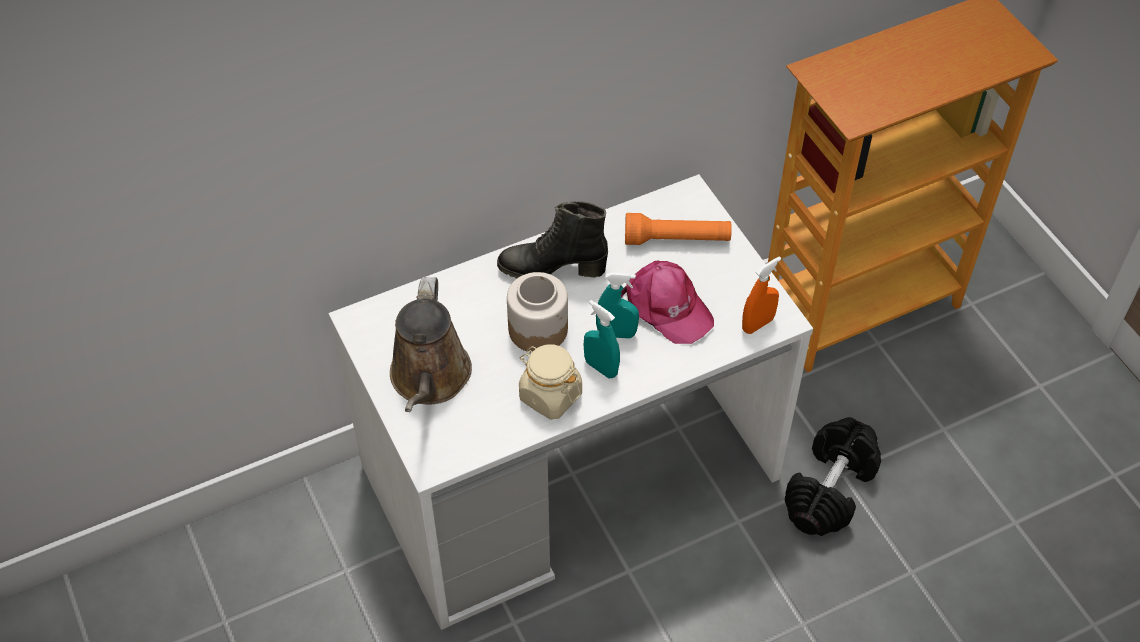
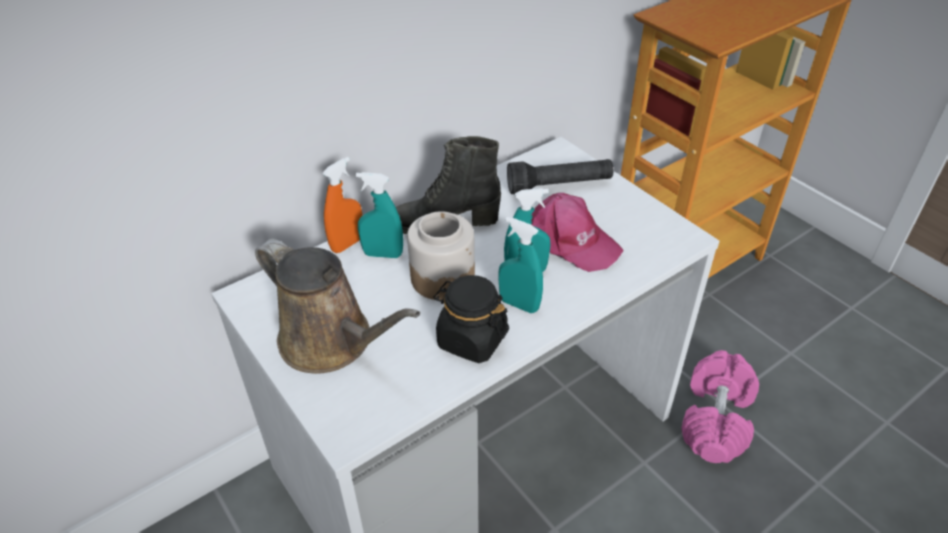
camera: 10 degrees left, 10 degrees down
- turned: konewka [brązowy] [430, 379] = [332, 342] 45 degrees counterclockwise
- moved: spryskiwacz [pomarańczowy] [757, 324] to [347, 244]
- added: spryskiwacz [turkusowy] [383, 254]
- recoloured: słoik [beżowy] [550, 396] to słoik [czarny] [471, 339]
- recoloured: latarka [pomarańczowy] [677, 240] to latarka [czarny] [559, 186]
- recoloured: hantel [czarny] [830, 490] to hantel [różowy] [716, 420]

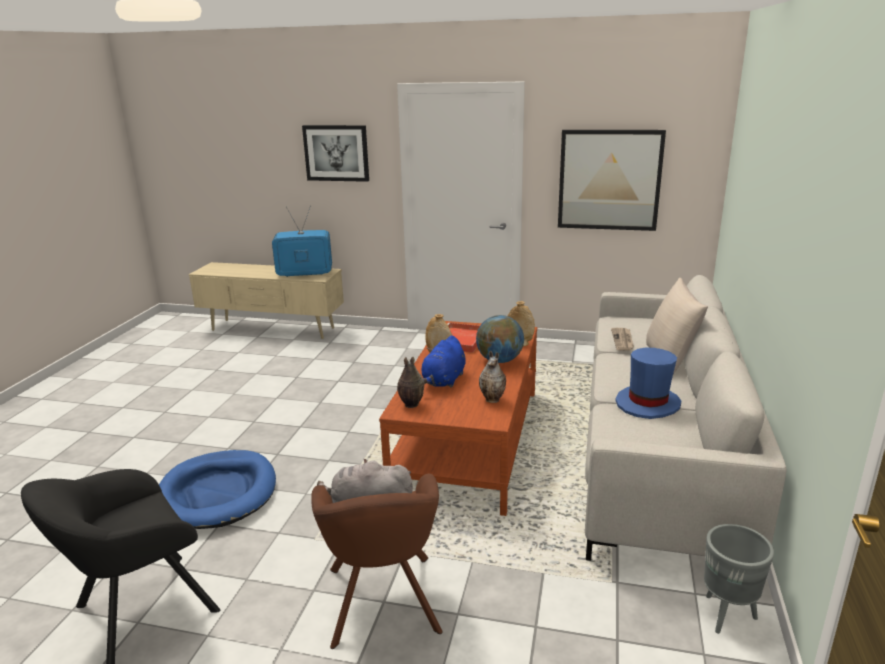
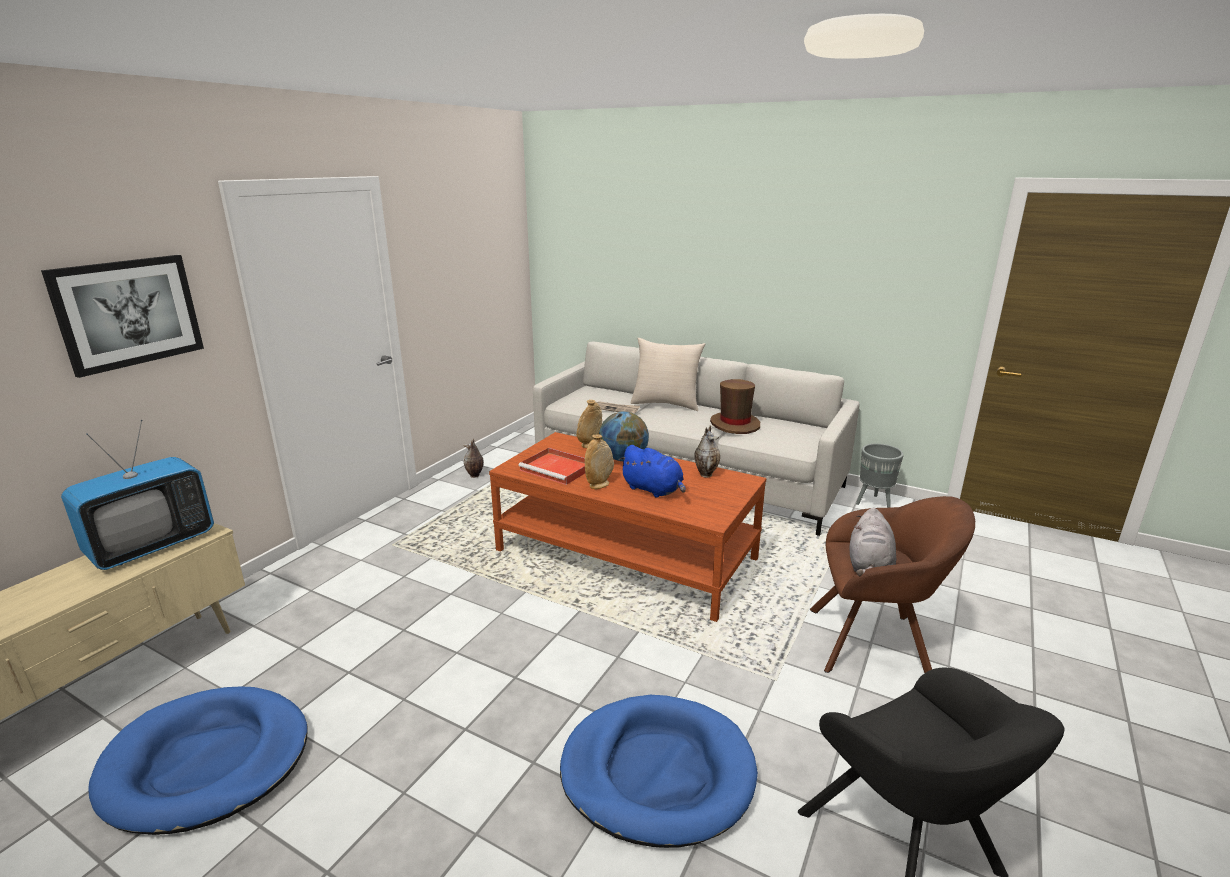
camera: 75 degrees left, 0 degrees up
- turned: telewizor [304, 273] = [152, 545] 150 degrees counterclockwise
- added: legowisko [niebieski] [207, 762]
- moved: wazon [411, 405] to [474, 475]
- recoloured: kapelusz [niebieski] [648, 404] to kapelusz [brązowy] [735, 424]
- removed: obraz [609, 180]

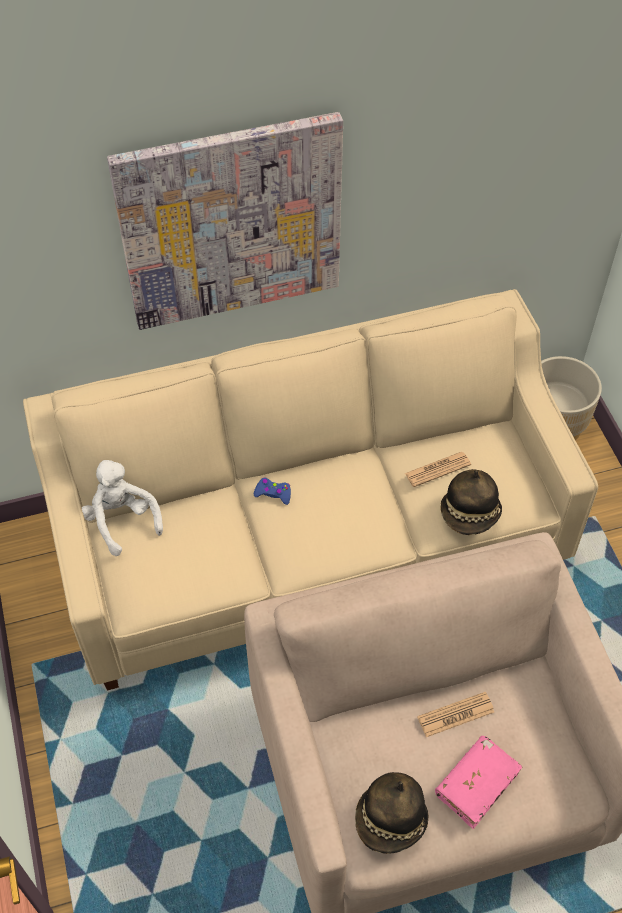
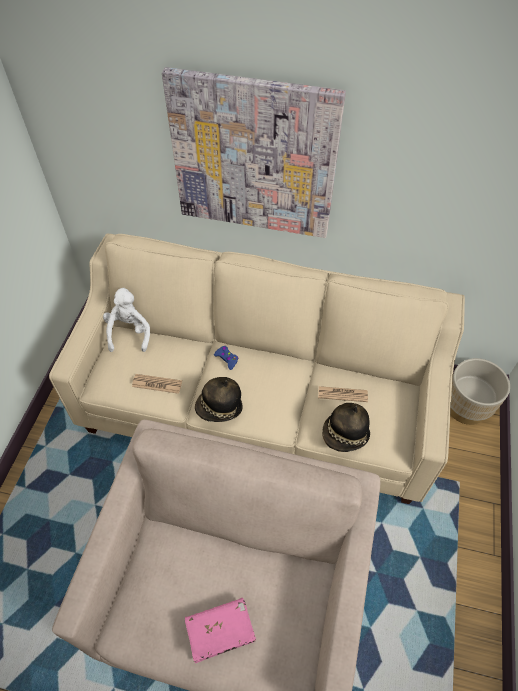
camera: 30 degrees right, 0 degrees up
- moved: gazeta [455, 715] to [157, 384]
- moved: kapelusz [391, 821] to [219, 408]

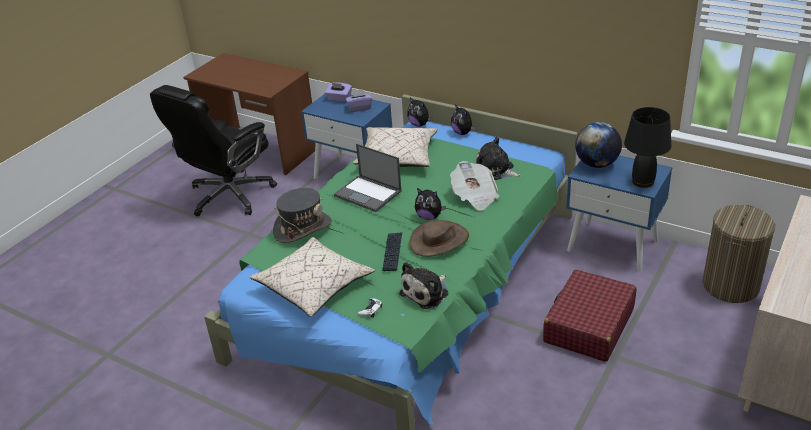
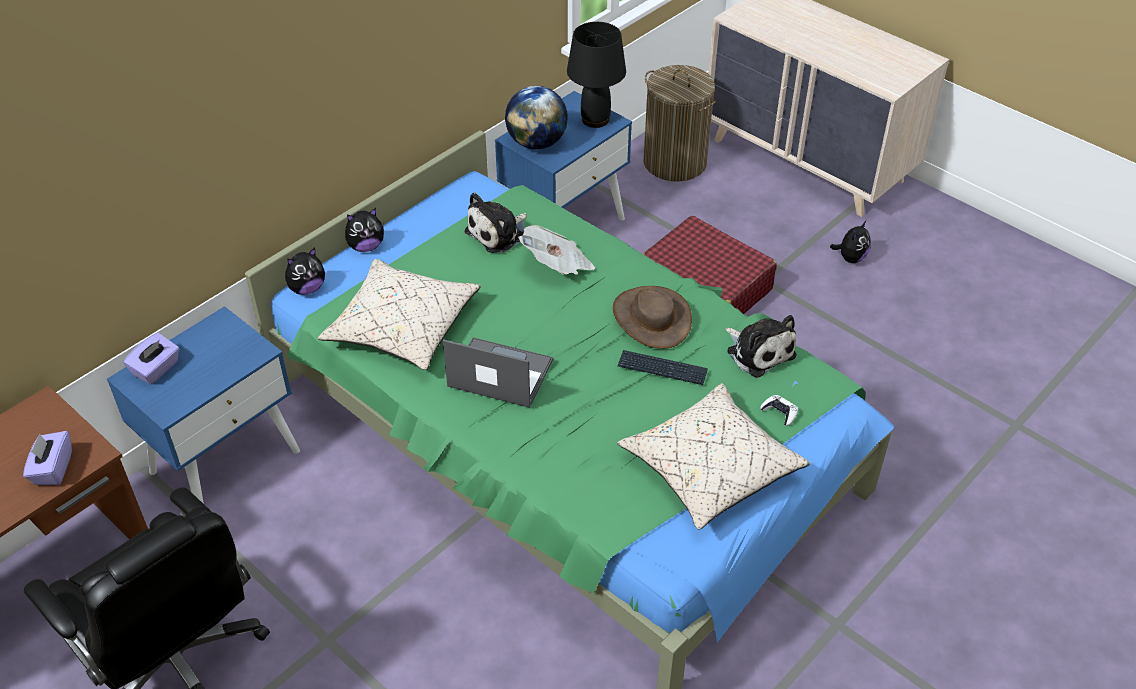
camera: 80 degrees left, 10 degrees up
- moved: pudełko chusteczek [fioletowy] [359, 108] to [53, 469]
- turned: laptop [368, 193] = [499, 373] 120 degrees counterclockwise
- moved: pluszak [429, 217] to [850, 258]
- removed: kapelusz [szary] [303, 228]

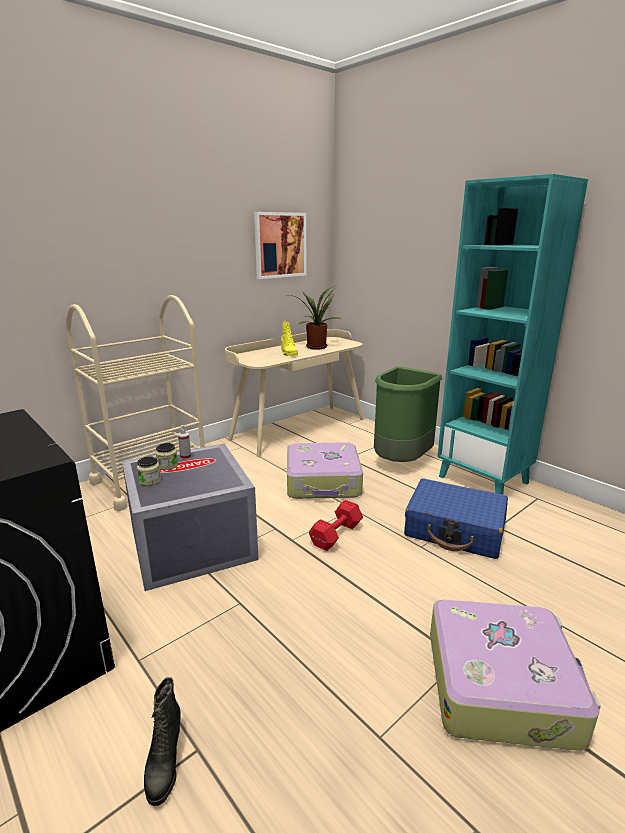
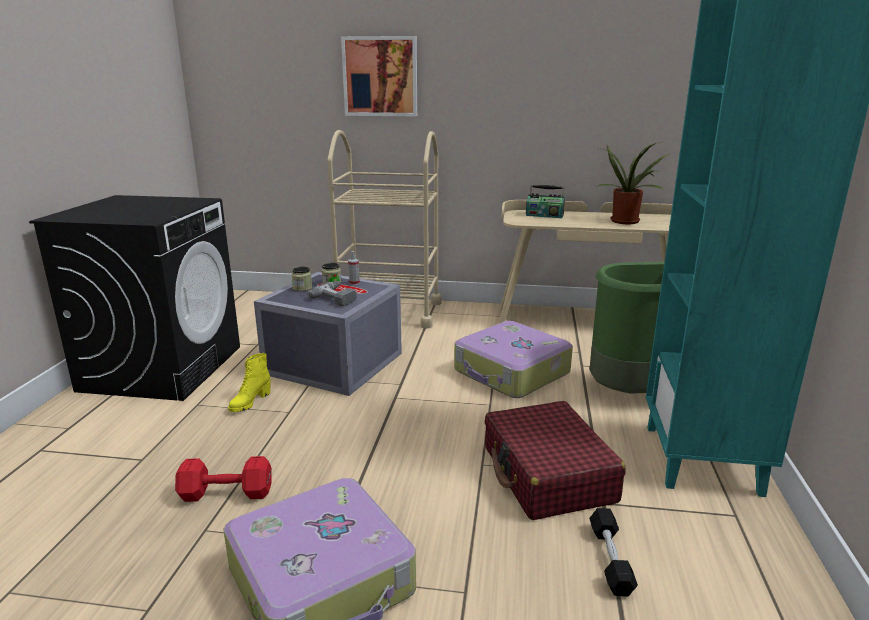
camera: 50 degrees right, 0 degrees up
- moved: hantel [czerwony] [335, 535] to [225, 493]
- moved: but z cholewką [żółty] [288, 353] to [250, 402]
- added: wiertarka [338, 297]
- moved: obraz [280, 245] to [380, 76]
- recoloured: walizka [niebieski] [455, 530] to walizka [czerwony] [547, 474]
- added: radio [544, 215]
- added: hantel [czarny] [610, 559]
- removed: but z cholewką [czarny] [164, 763]

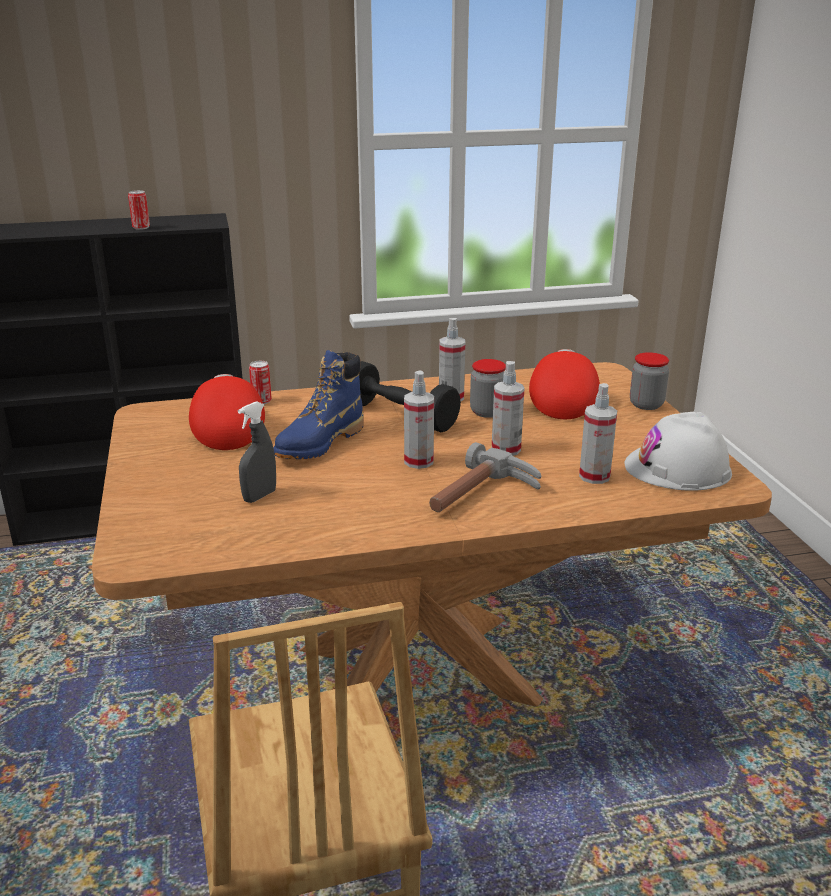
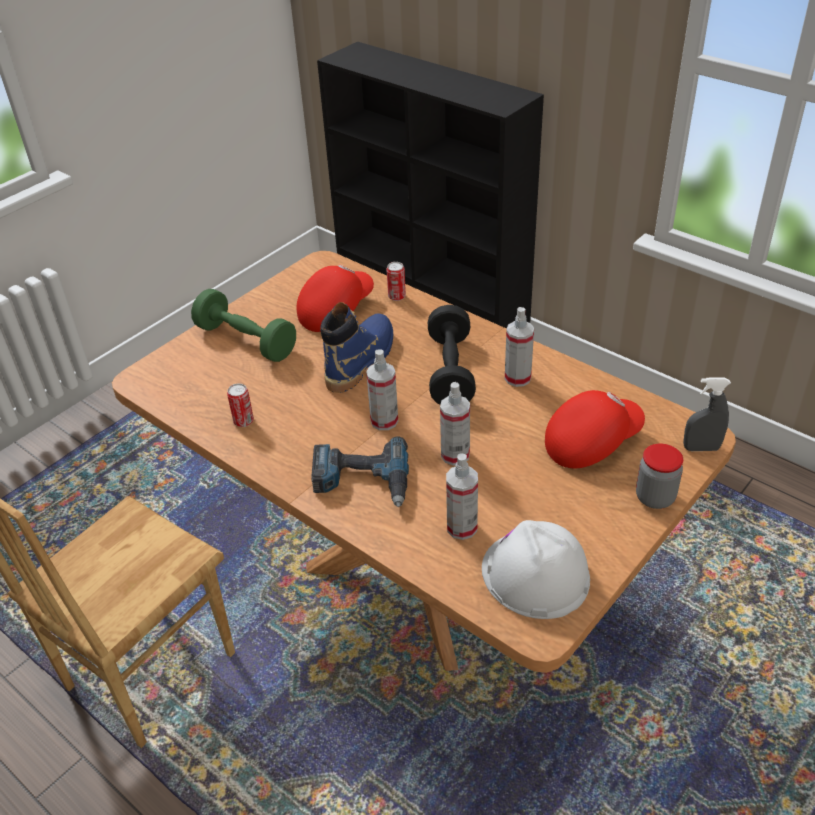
camera: 55 degrees right, 15 degrees up
- added: hantel [zielony] [246, 341]
- moved: puszka [141, 227] to [243, 421]
- replaced: młotek [482, 496] to wiertarka [361, 481]
- turned: but z cholewką [niebieski] [320, 443] = [361, 360] 120 degrees clockwise
- moved: spryskiwacz [szary] [259, 496] to [701, 448]
- removed: słoik [487, 412]

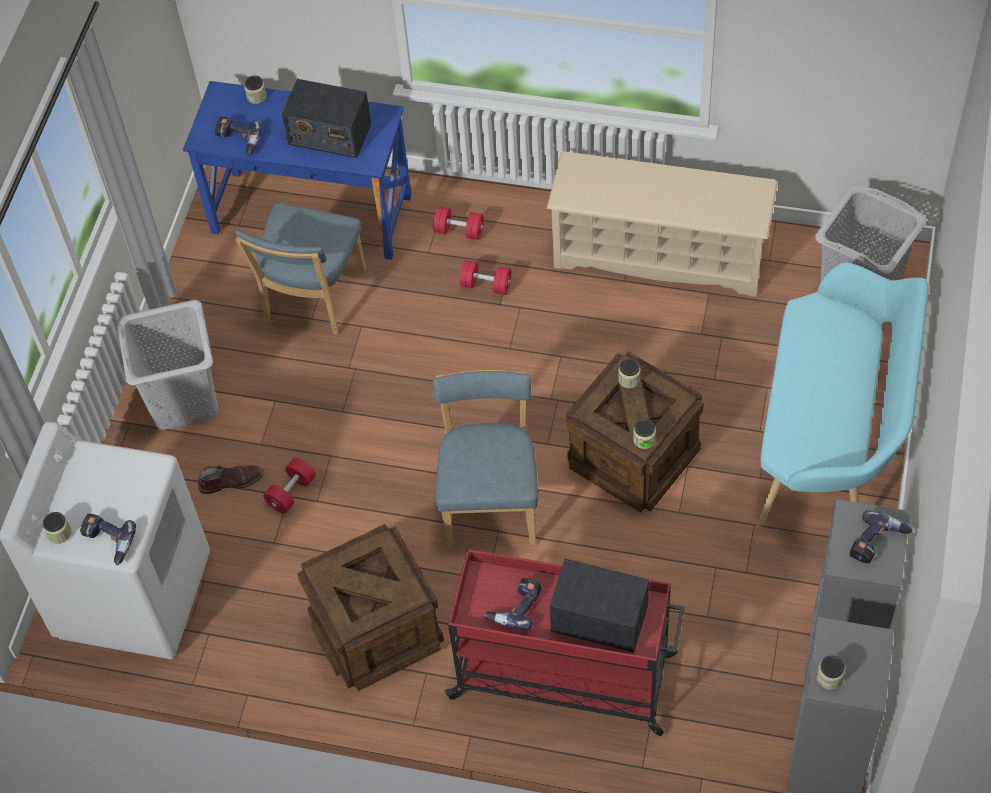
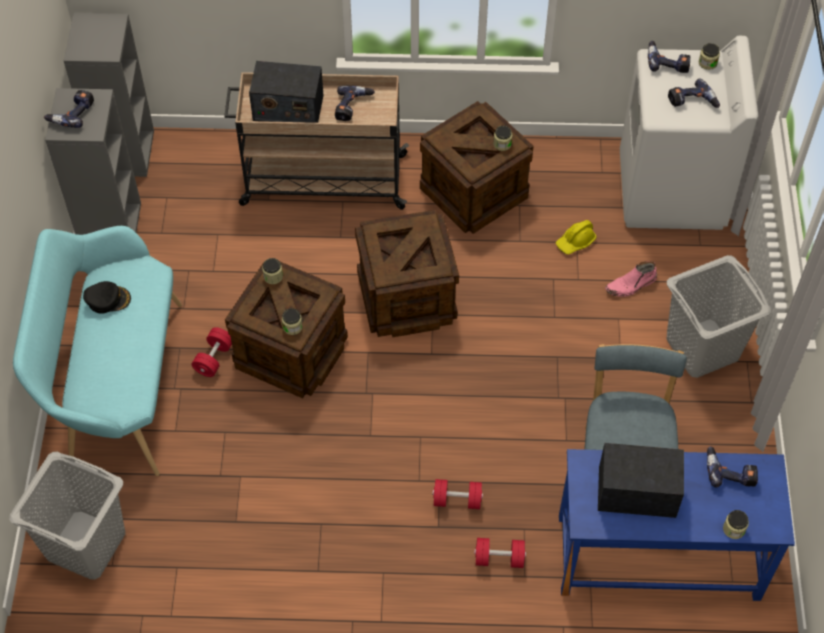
camera: 165 degrees right, 0 degrees up
- added: czapka z daszkiem [czarny] [108, 299]
- moved: hantel [czerwony] [291, 492] to [214, 358]
- recoloured: wózek [czerwony] [566, 676] to wózek [beżowy] [321, 180]
- replaced: krzesło [niebieski] [491, 501] to skrzynka [406, 297]
- moved: słoik [829, 678] to [502, 144]
- added: kask [żółty] [575, 242]
- recoloured: but z cholewką [brązowy] [231, 481] to but z cholewką [różowy] [631, 285]
- added: wiertarka [692, 102]
- removed: regał na buty [beżowy] [660, 254]

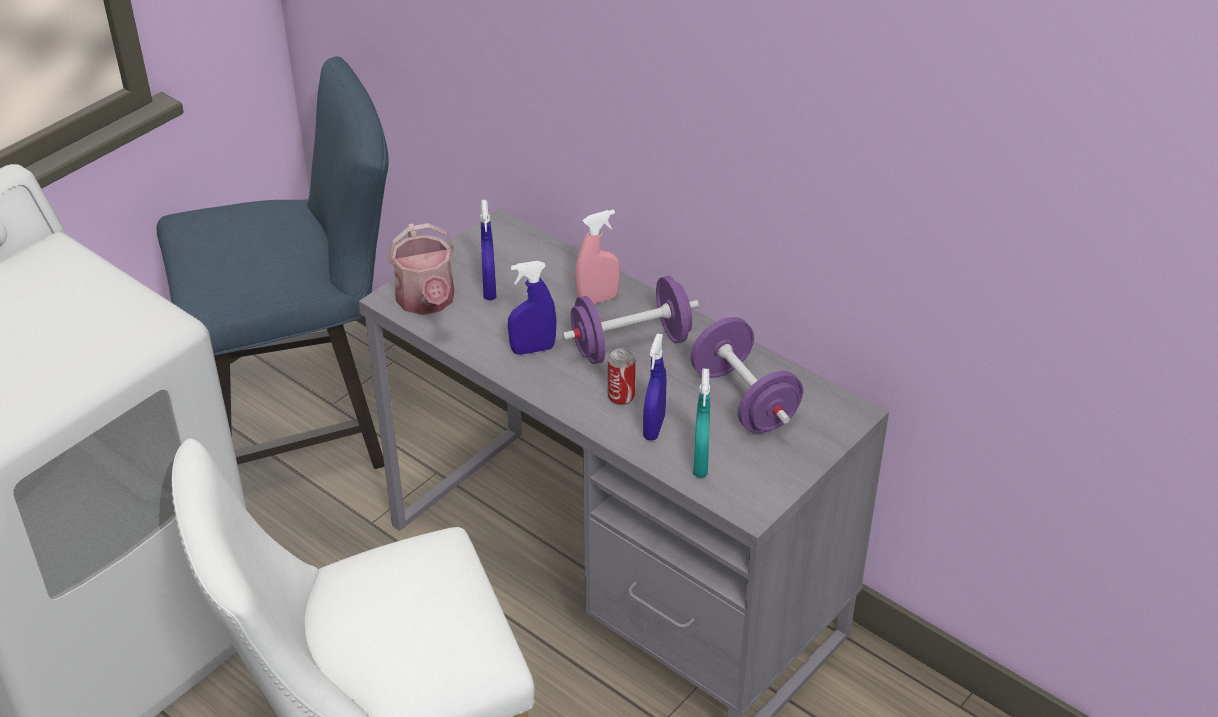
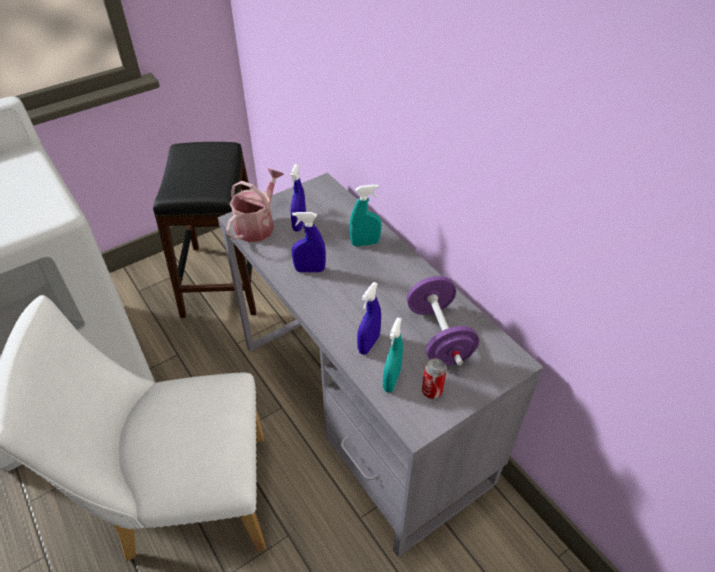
camera: 15 degrees right, 5 degrees up
- replaced: krzesło [niebieski] [307, 427] to stołek [czarny] [224, 279]
- turned: konewka [427, 302] = [258, 225] 150 degrees counterclockwise
- recoloured: spryskiwacz [różowy] [597, 299] to spryskiwacz [turkusowy] [365, 243]
- moved: puszka [621, 397] to [432, 391]
- removed: hantel [fioletowy] [630, 345]

